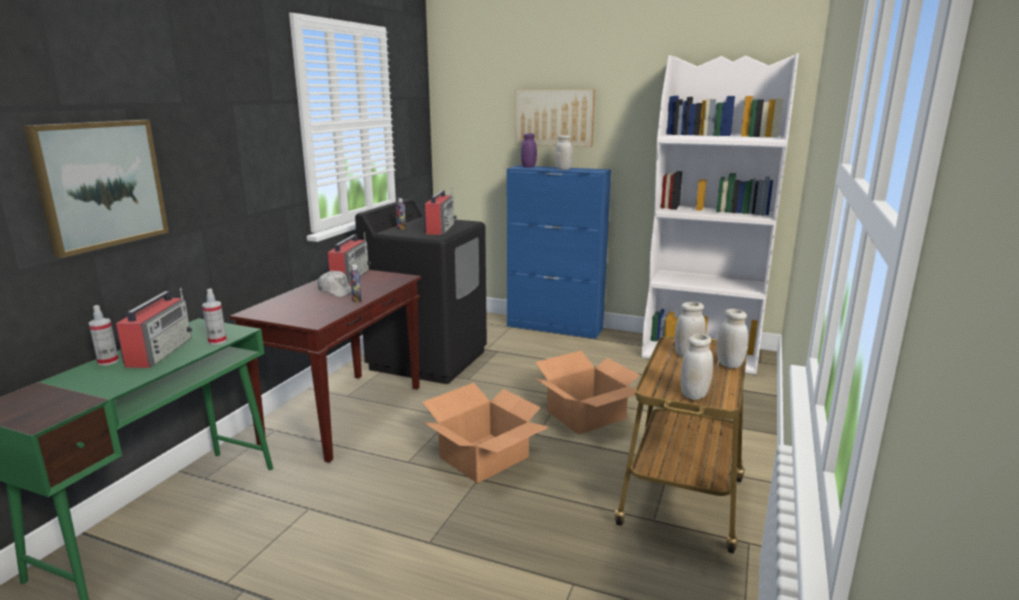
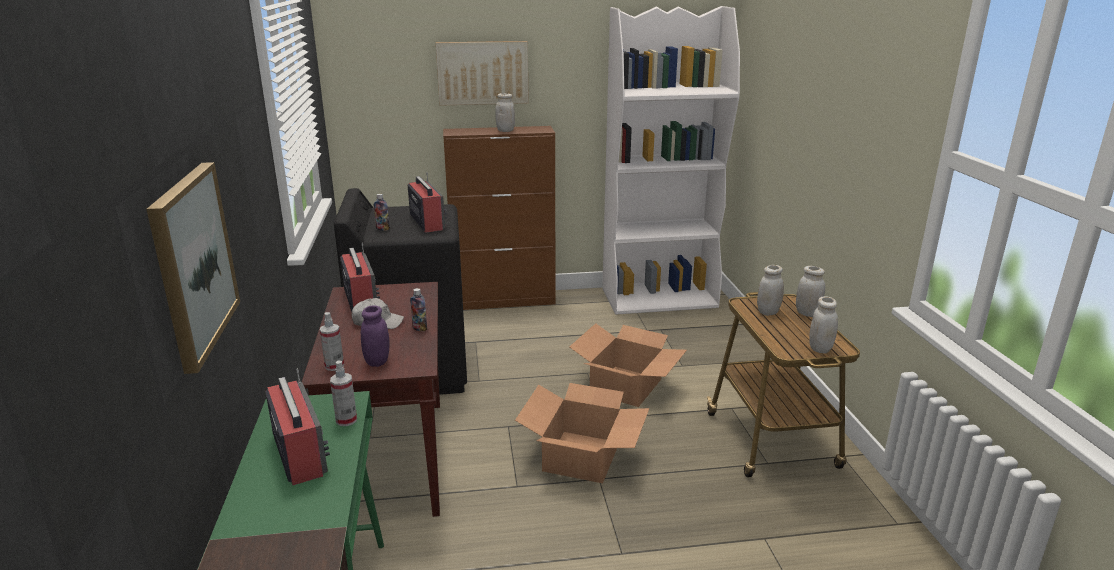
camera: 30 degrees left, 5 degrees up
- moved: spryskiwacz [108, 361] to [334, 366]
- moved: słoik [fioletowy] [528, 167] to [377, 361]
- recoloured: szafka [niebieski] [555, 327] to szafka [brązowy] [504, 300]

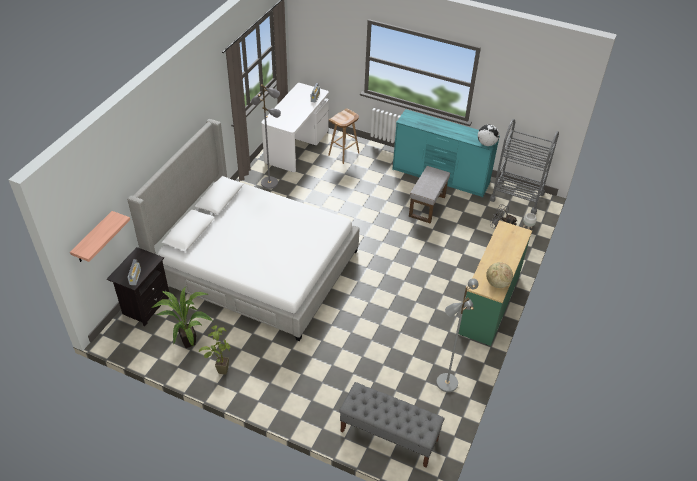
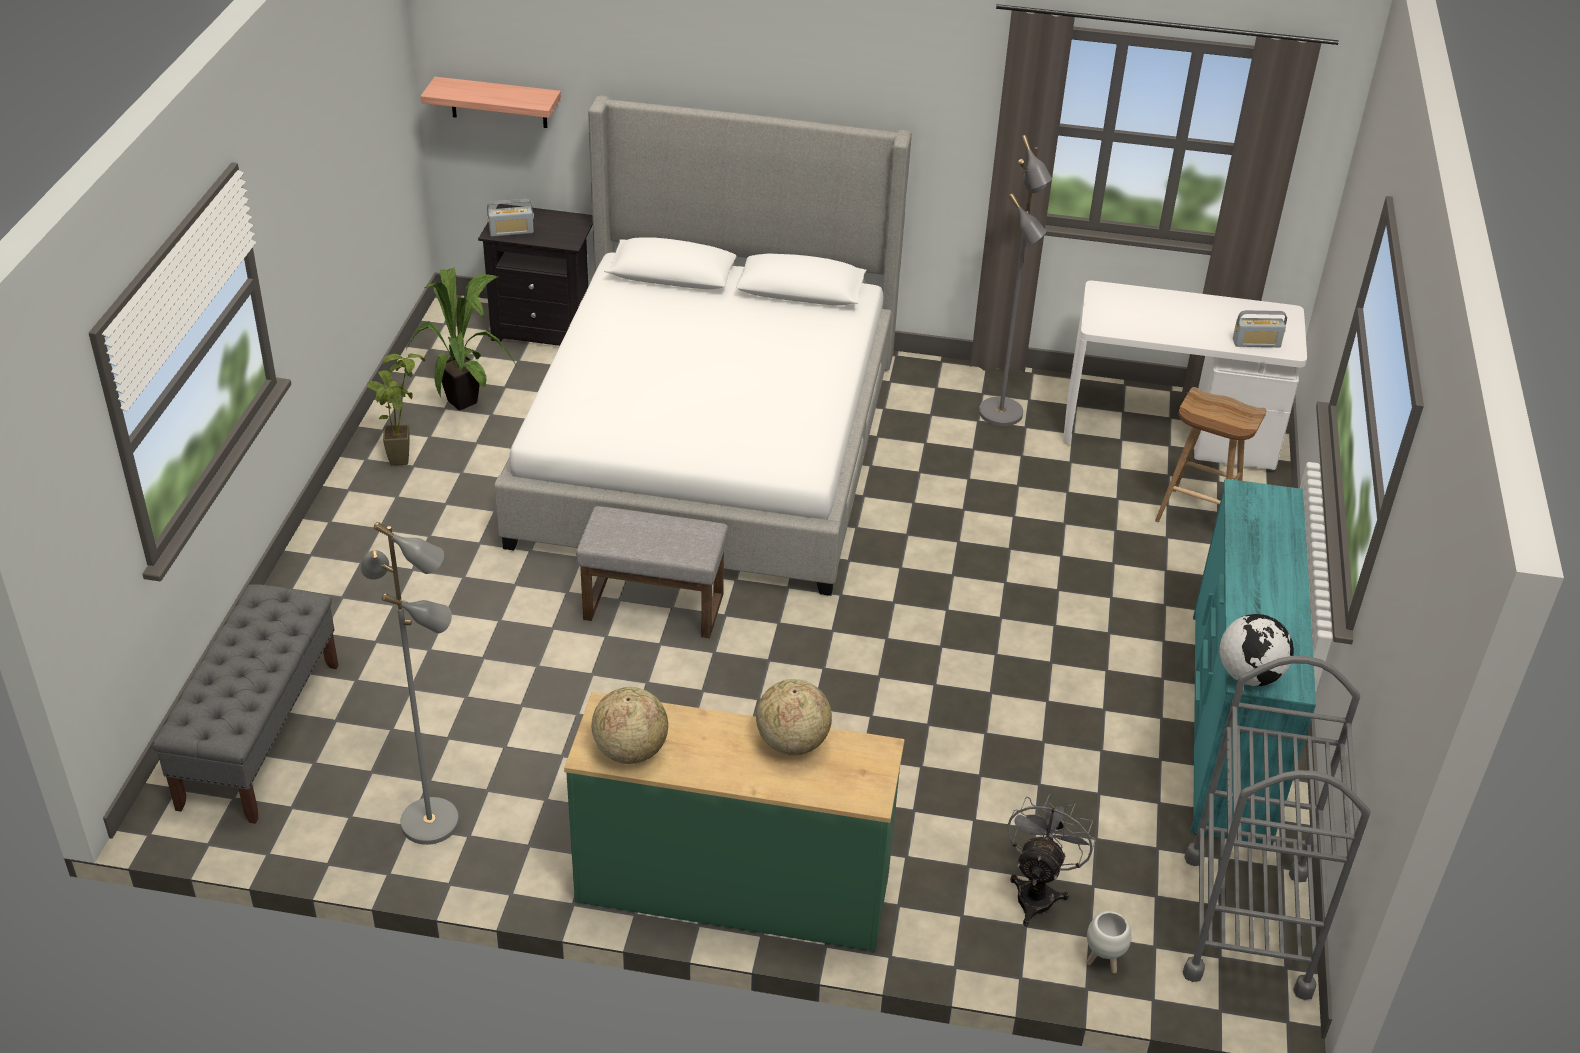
camera: 75 degrees right, 5 degrees down
- moved: pufa [szary] [427, 206] to [655, 606]
- added: globus [792, 742]

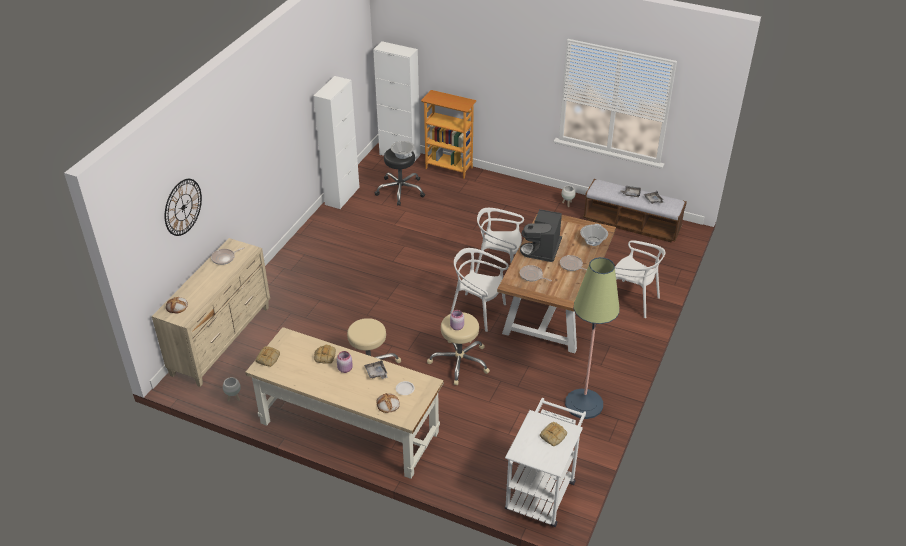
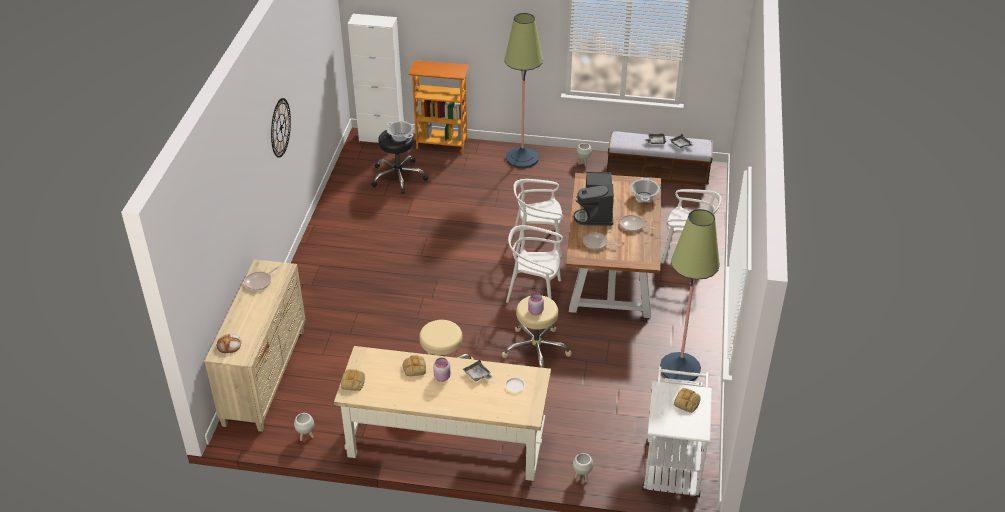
camera: 15 degrees left, 0 degrees up
- moved: zegar ścienny [183, 207] to [280, 127]
- added: lampa stojąca [522, 158]
- added: donica [biały] [582, 477]
- removed: szafka [biały] [342, 196]
- removed: chleb [387, 404]

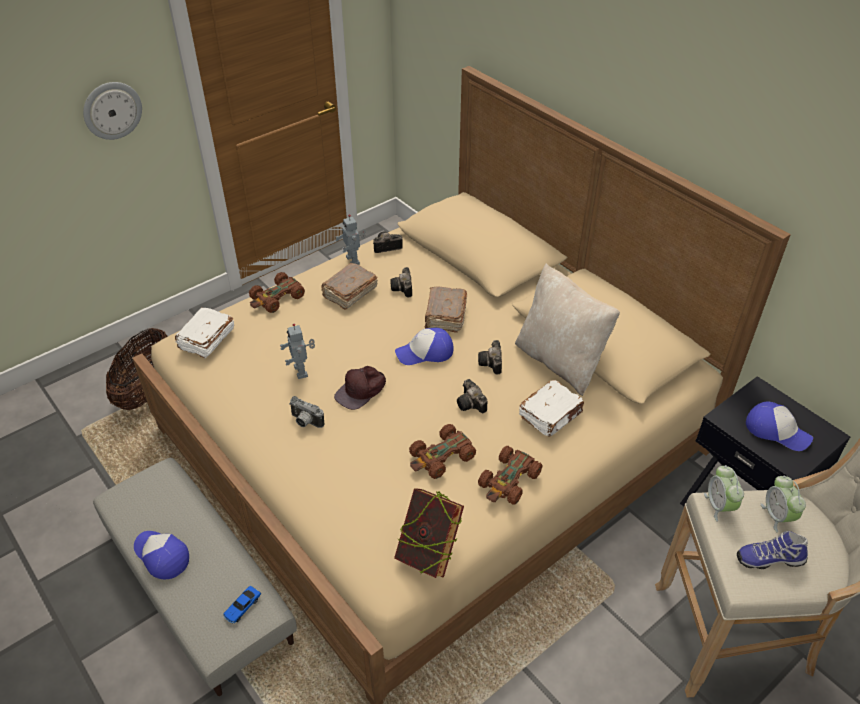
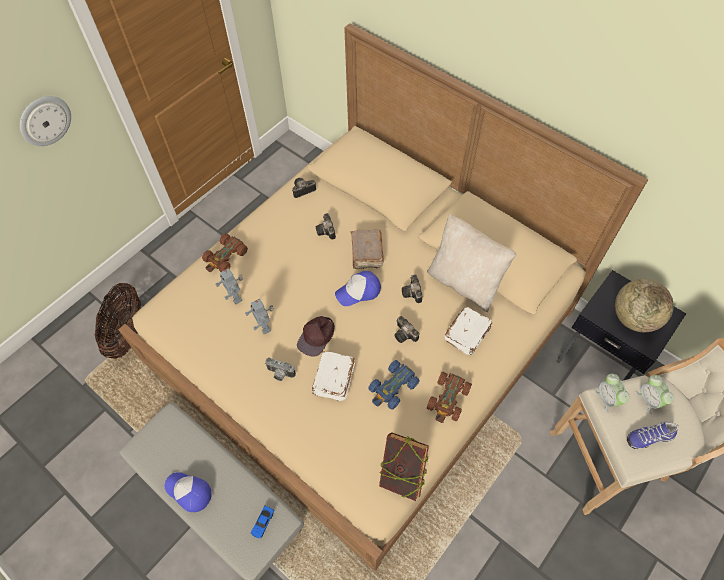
camera: 10 degrees left, 15 degrees up
- moved: robot zabawkowy [354, 260] to [236, 297]
- moved: książka [biały] [206, 340] to [333, 380]
- recoloured: samochodzik [brązowy] [441, 457] to samochodzik [niebieski] [393, 387]
- replaced: czapka z daszkiem [776, 431] to globus [633, 318]
- removed: książka [brązowy] [349, 293]

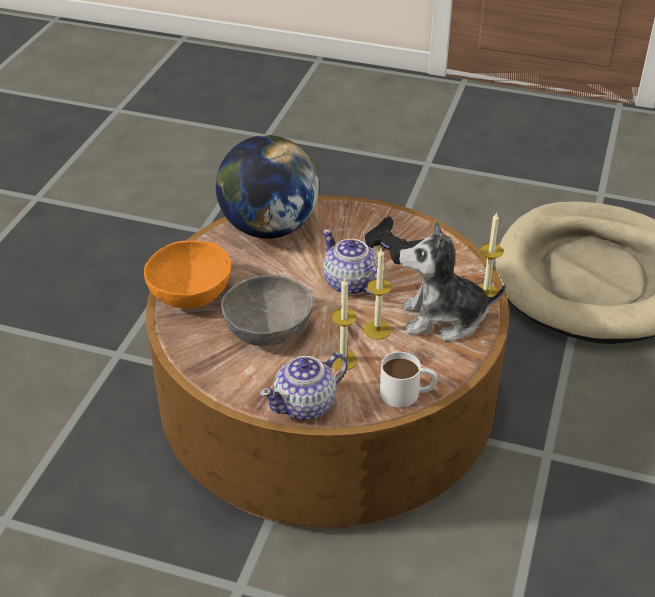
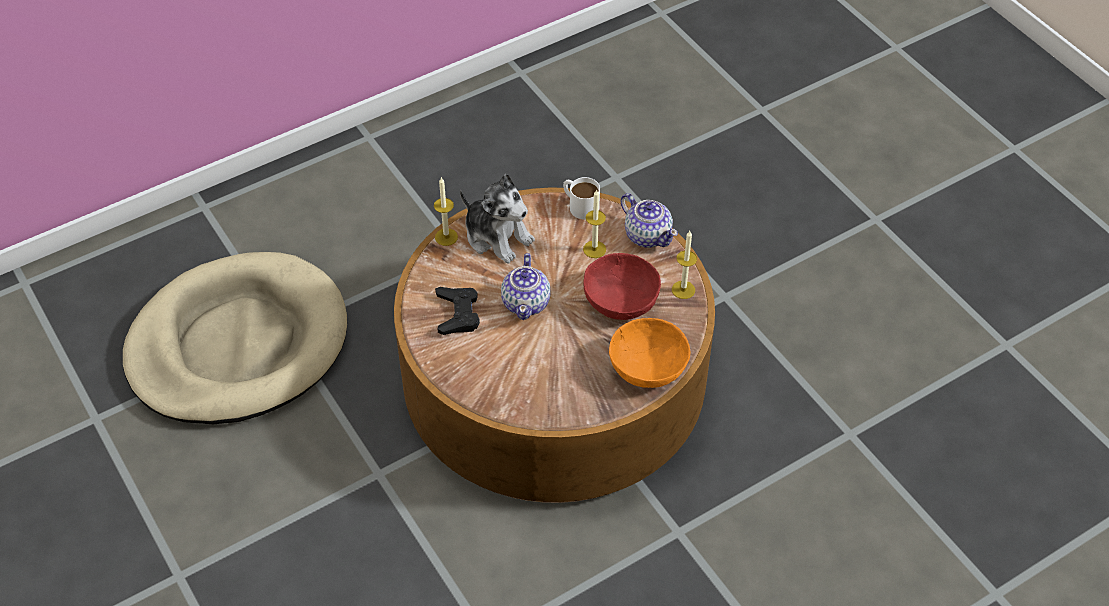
camera: 140 degrees left, 10 degrees up
- recoloured: miska [szary] [268, 330] to miska [czerwony] [620, 301]
- turned: imbryk [306, 404] = [647, 235] 45 degrees clockwise
- moved: świeca [377, 329] to [683, 290]
- removed: globus [268, 228]

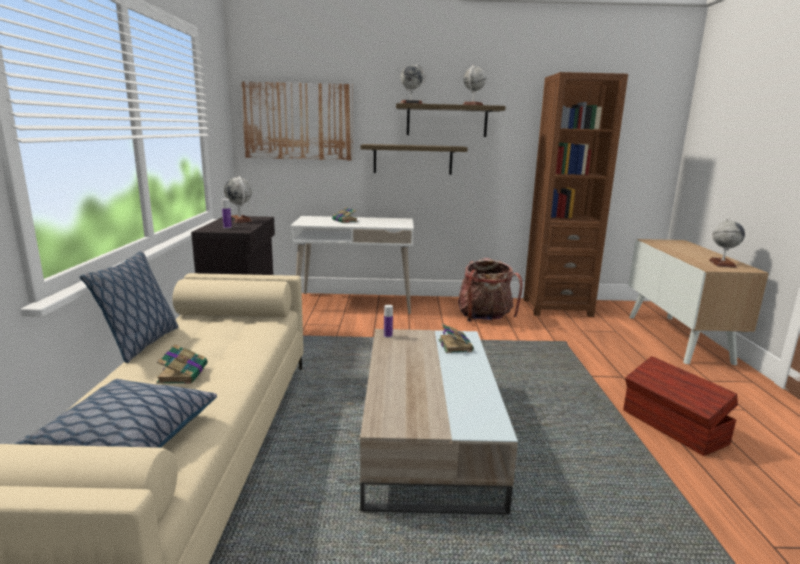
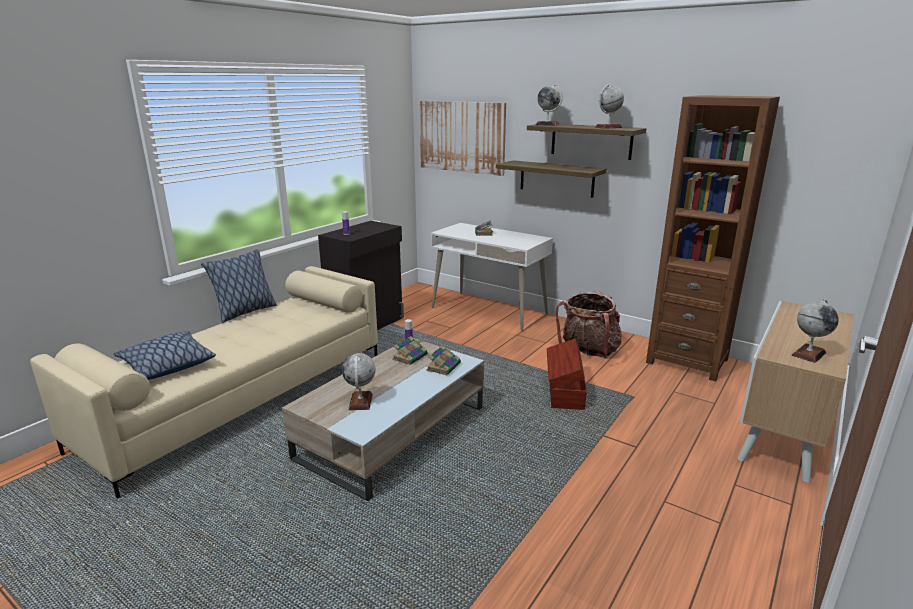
camera: 35 degrees right, 5 degrees up
- moved: globus [240, 220] to [360, 401]
- moved: książka [183, 373] to [410, 356]
- moved: pojemnik do przechowywania [brązowy] [673, 427] to [564, 391]

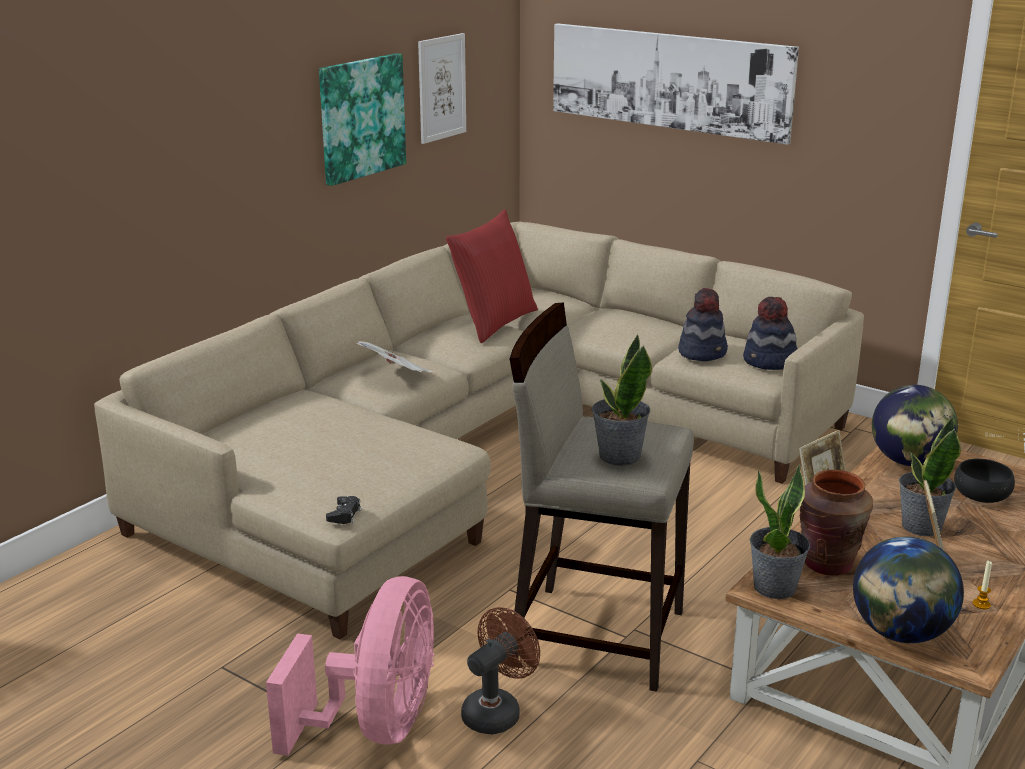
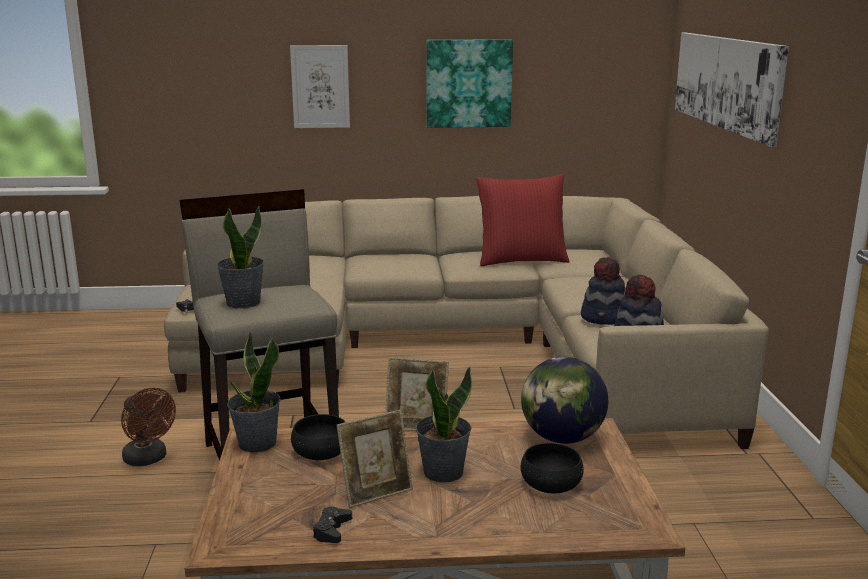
camera: 50 degrees right, 5 degrees down
- turned: wentylator [brązowy] [497, 711] = [148, 459] 45 degrees clockwise
- moved: obraz [441, 88] to [320, 86]
- replaced: wazon [brązowy] [828, 564] to miska [czarny] [321, 452]
- replaced: świeca [981, 604] to pad do gier [czarny] [332, 530]
- removed: wentylator [różowy] [376, 726]
- removed: gazeta [396, 376]
- removed: globus [900, 633]

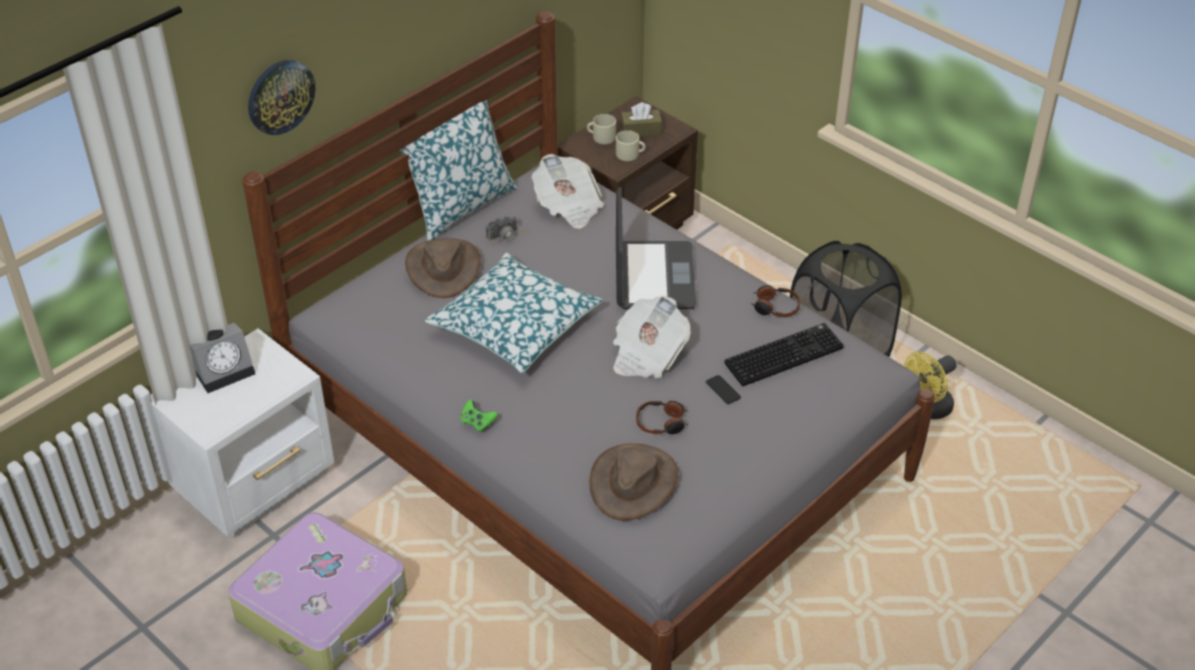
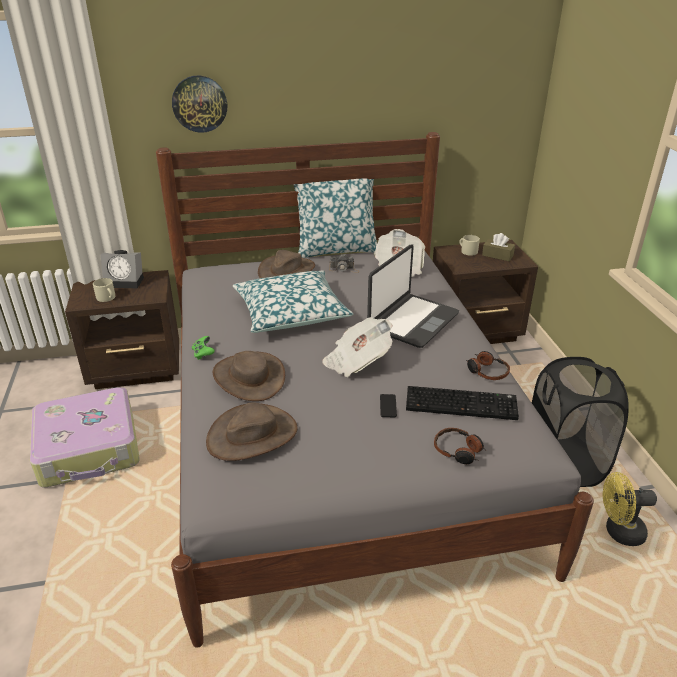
camera: 35 degrees right, 10 degrees down
- recoloured: szafka nocna [biały] [257, 483] to szafka nocna [brązowy] [137, 369]
- moved: kubek [beżowy] [630, 154] to [107, 298]
- added: kapelusz [brązowy] [249, 377]
- moved: słuchawki [662, 423] to [458, 451]

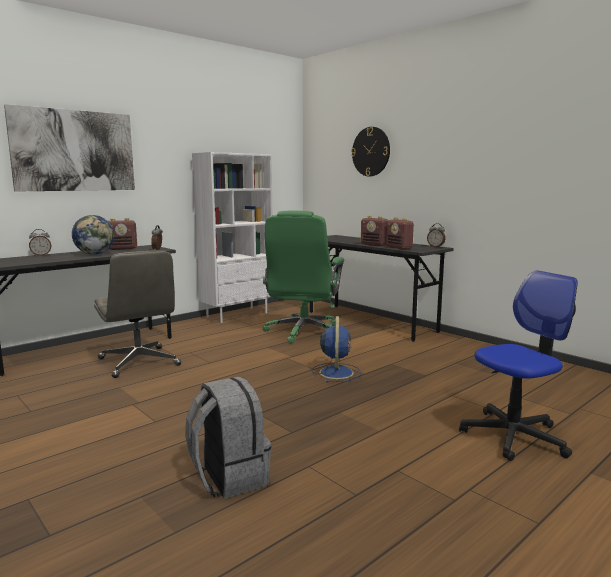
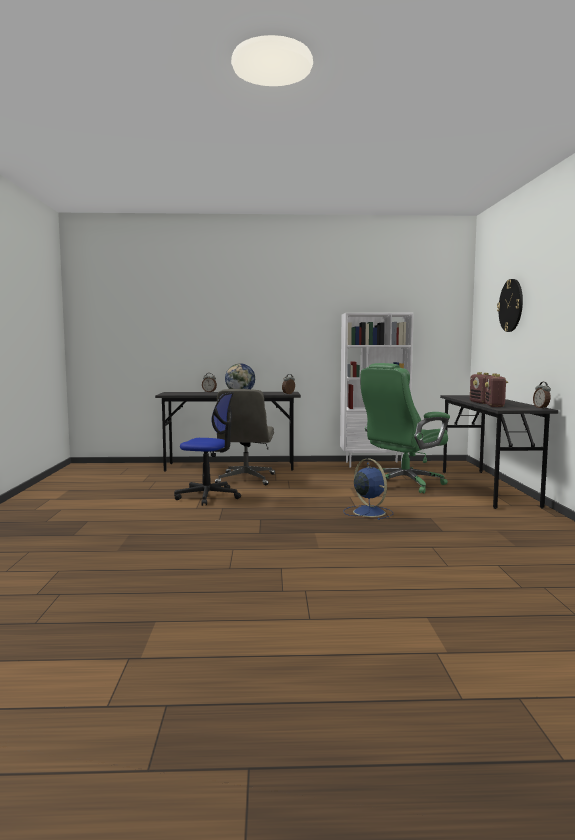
camera: 40 degrees right, 5 degrees down
- moved: krzesło biurowe [513, 436] to [208, 496]
- turned: wentylator [niebieski] [336, 372] = [368, 512] 75 degrees counterclockwise
- removed: obraz [74, 151]
- removed: radio [122, 248]
- removed: plecak [szary] [228, 477]

